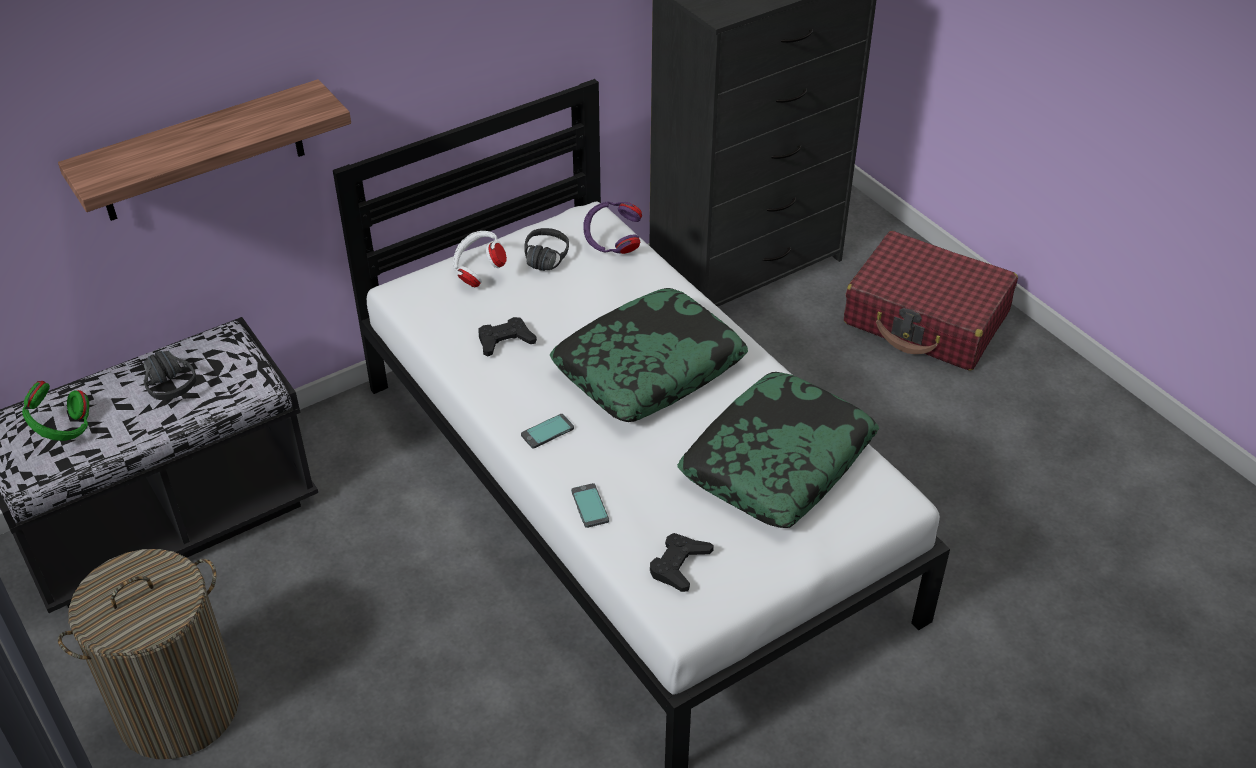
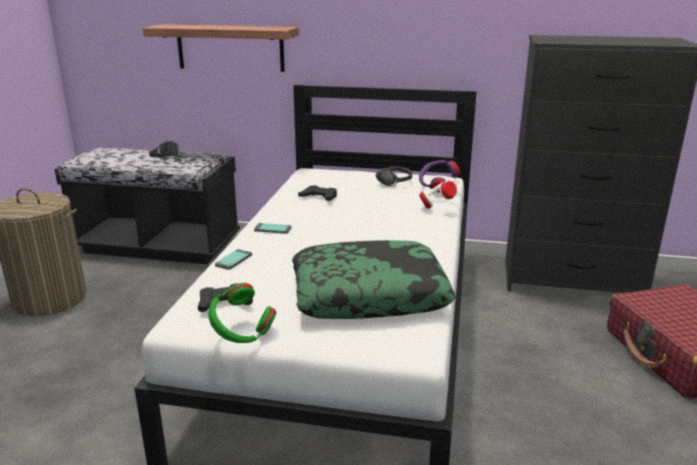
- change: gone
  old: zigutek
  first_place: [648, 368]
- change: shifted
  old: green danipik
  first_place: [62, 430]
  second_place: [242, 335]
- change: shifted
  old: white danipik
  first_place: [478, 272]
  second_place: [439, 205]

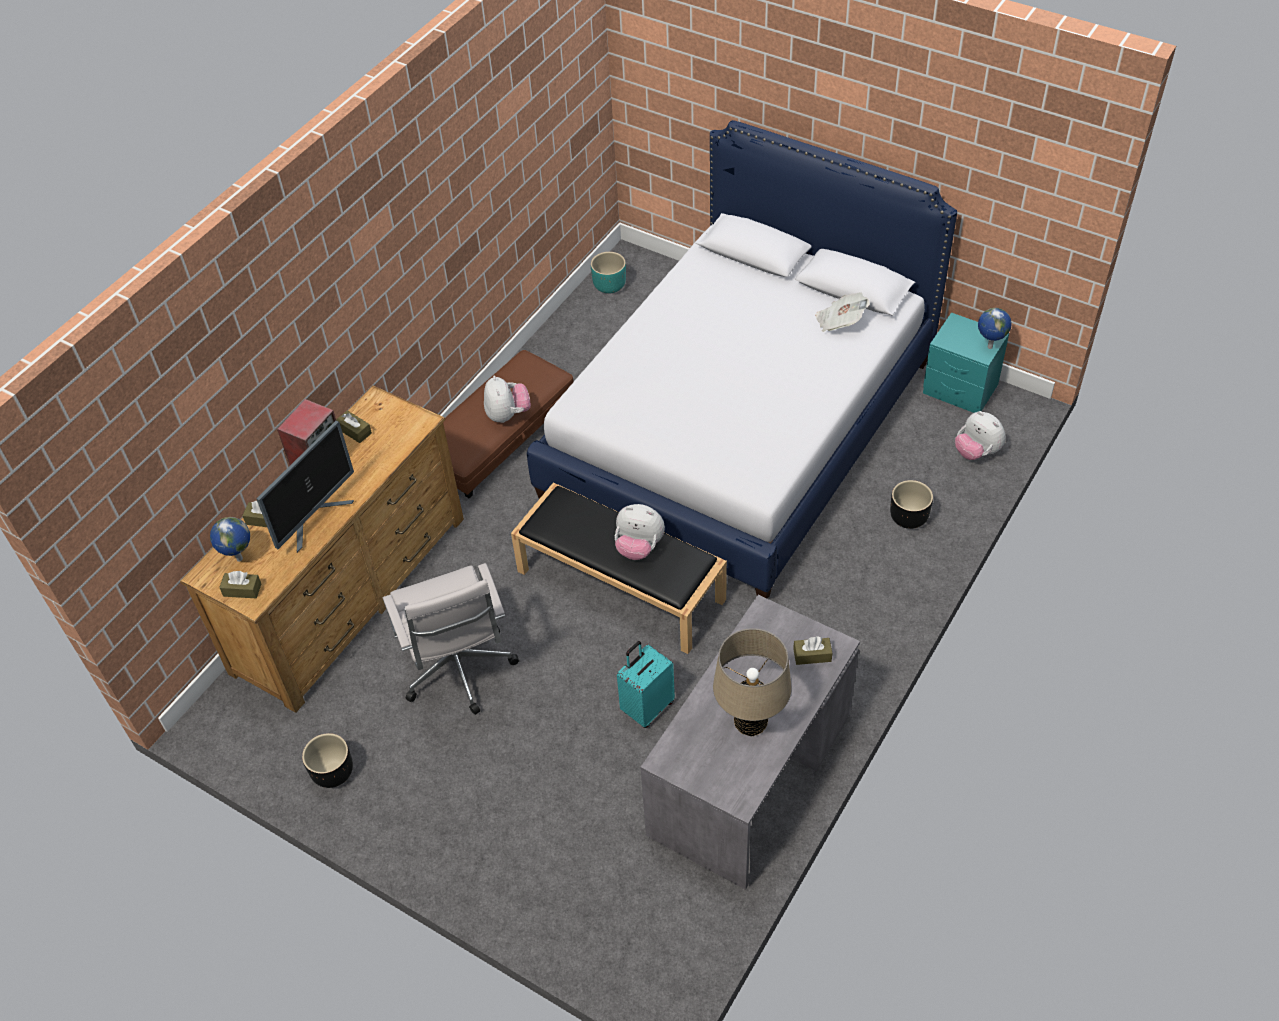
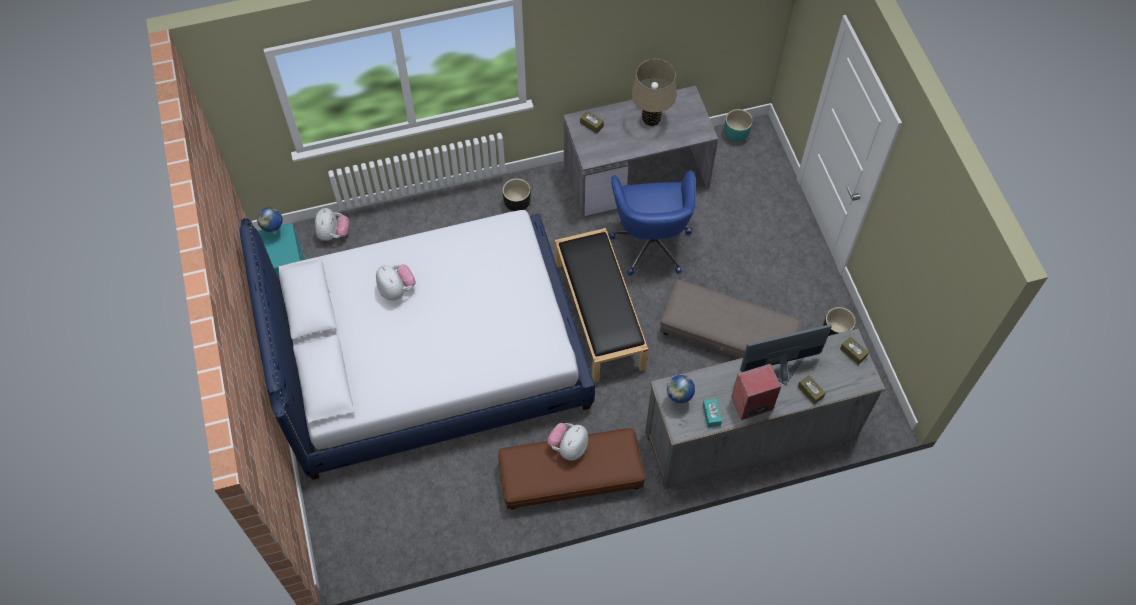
- change: gone
  old: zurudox
  first_place: [840, 322]
- change: shifted
  old: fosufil
  first_place: [238, 559]
  second_place: [679, 400]
- change: shifted
  old: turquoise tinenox
  first_place: [610, 286]
  second_place: [735, 134]
- change: shifted
  old: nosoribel
  first_place: [639, 547]
  second_place: [397, 290]
- change: shifted
  old: black tinenox
  first_place: [909, 518]
  second_place: [517, 203]
- change: swapped
  old: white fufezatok
  new: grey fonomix
  first_place: [460, 672]
  second_place: [728, 335]
- change: swapped
  old: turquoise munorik
  new: blue fufezatok
  first_place: [647, 707]
  second_place: [651, 242]
- change: repainted
  old: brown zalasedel
  new: grey zalasedel
  first_place: [350, 594]
  second_place: [750, 434]
- change: repainted
  old: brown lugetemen
  new: turquoise lugetemen
  first_place: [354, 431]
  second_place: [711, 415]

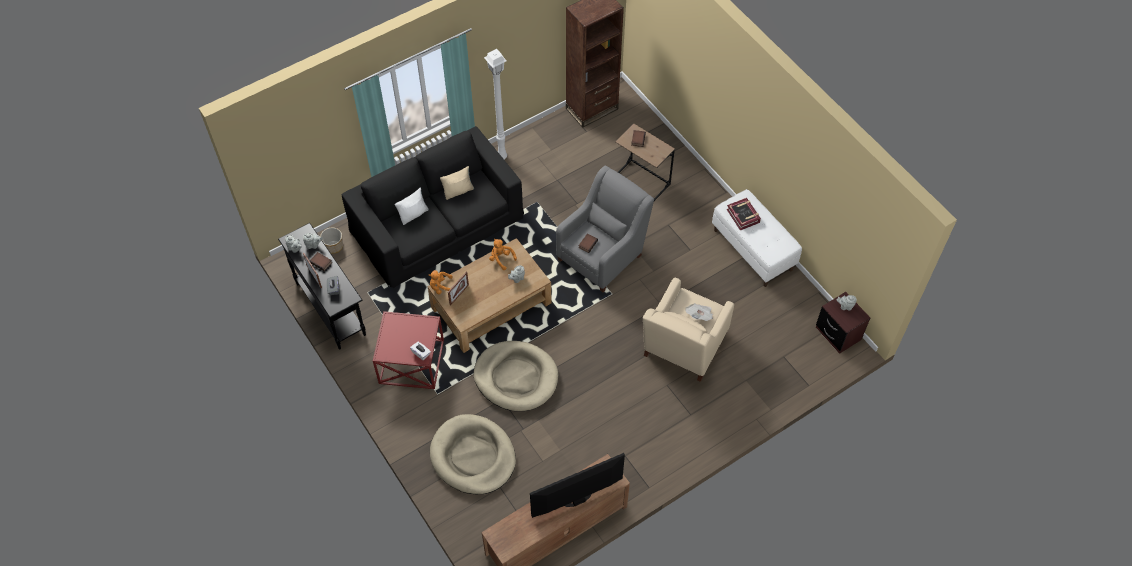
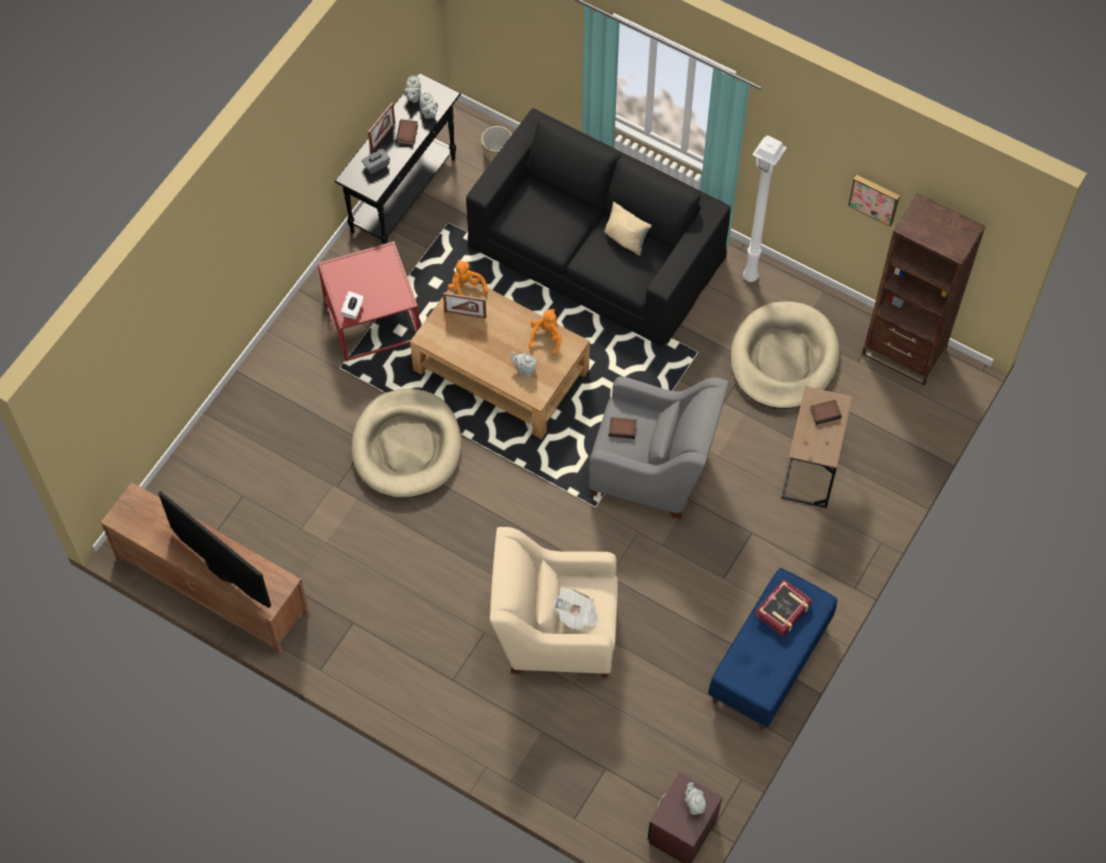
- change: gone
  old: white zigutek
  first_place: [413, 214]
- change: new
  new: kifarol
  second_place: [874, 198]
- change: shifted
  old: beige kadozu
  first_place: [473, 456]
  second_place: [783, 359]
- change: repainted
  old: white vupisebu
  new: blue vupisebu
  first_place: [753, 250]
  second_place: [770, 663]

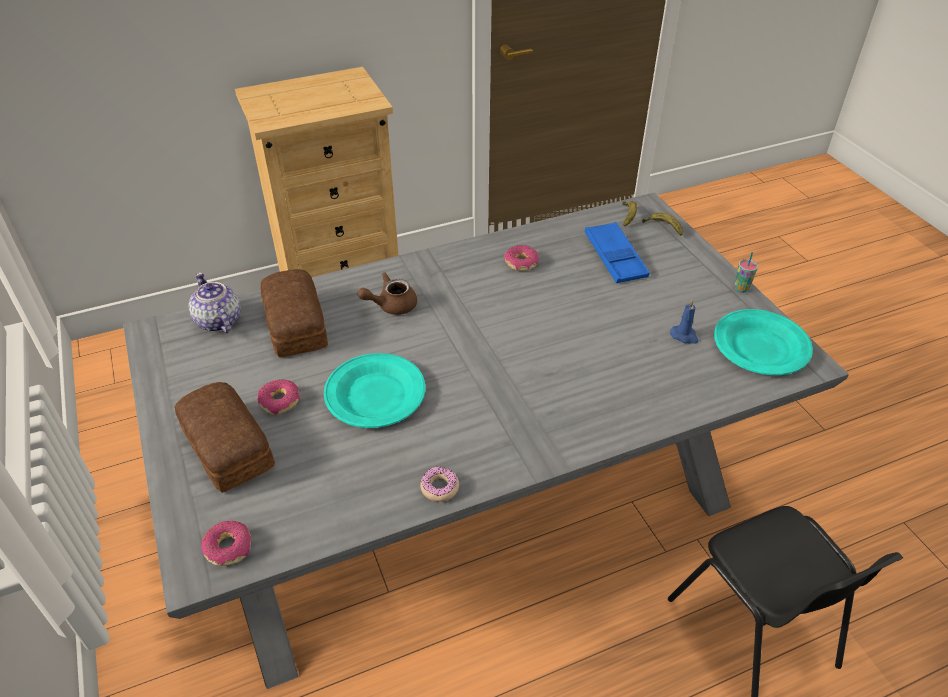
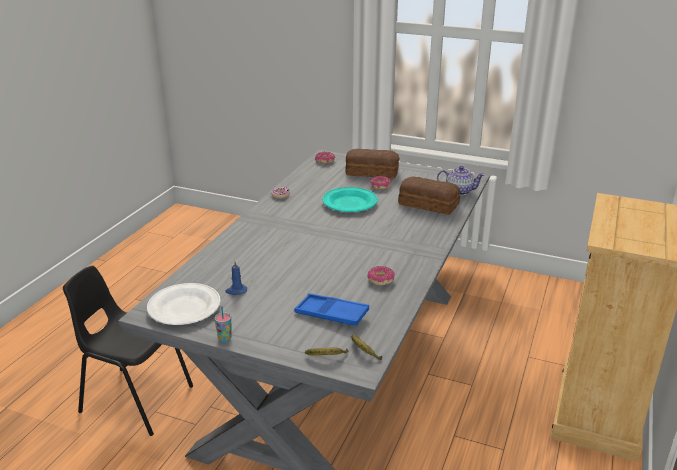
- change: gone
  old: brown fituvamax
  first_place: [391, 305]
- change: repainted
  old: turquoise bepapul
  new: white bepapul
  first_place: [760, 346]
  second_place: [185, 308]

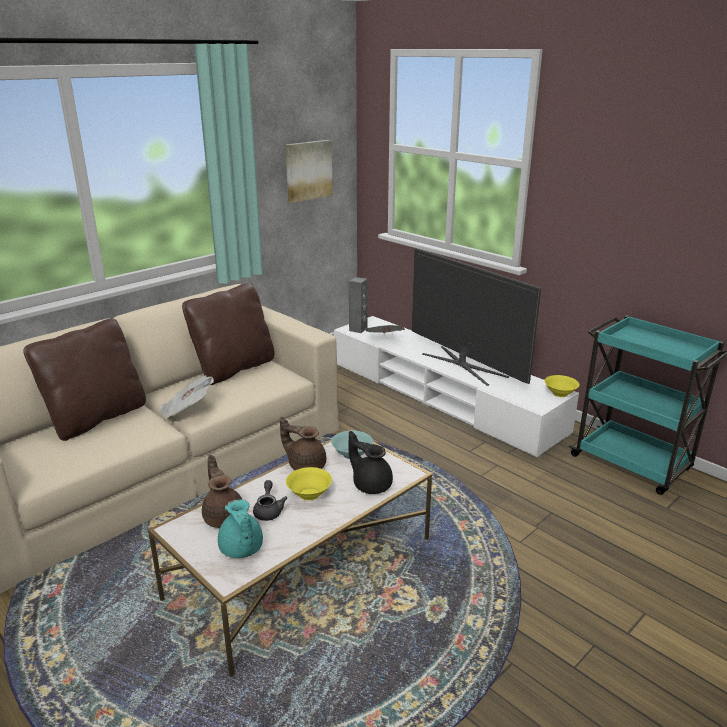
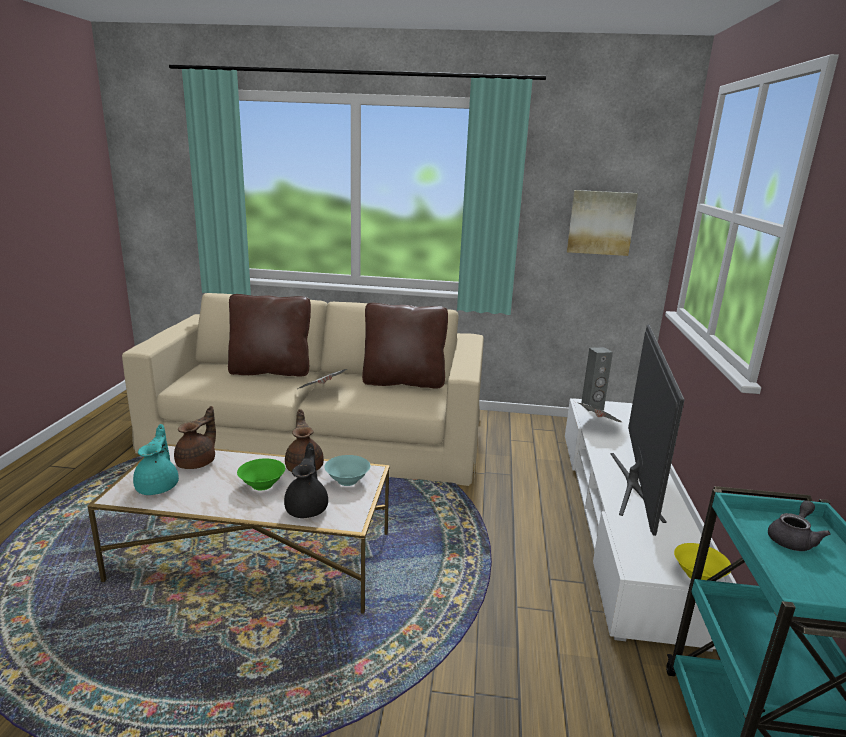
- change: shifted
  old: grey fituvamax
  first_place: [268, 510]
  second_place: [793, 539]
- change: repainted
  old: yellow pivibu
  new: green pivibu
  first_place: [309, 494]
  second_place: [261, 485]
- change: rotated
  old: turquoise fituvamax
  first_place: [241, 549]
  second_place: [158, 486]
  degrees: 150

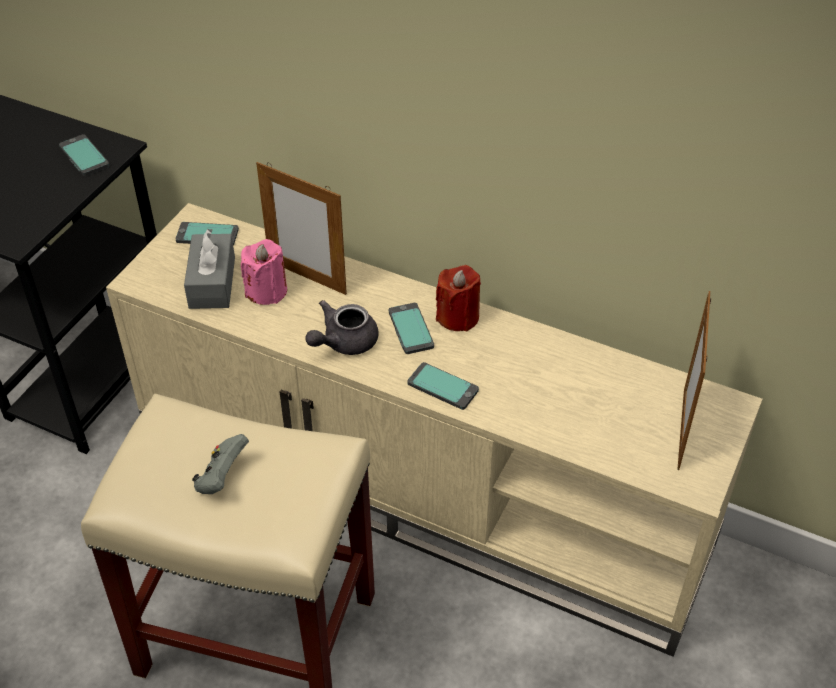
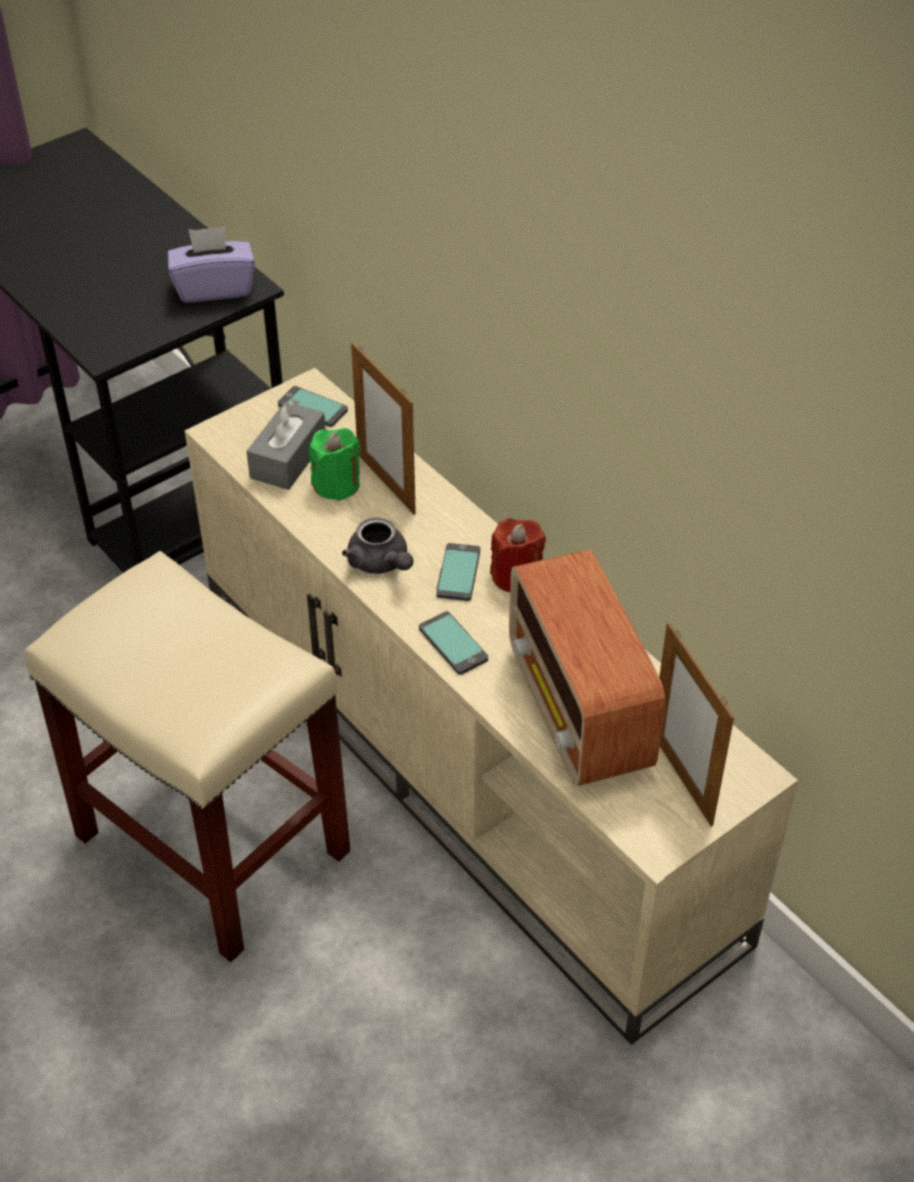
- change: gone
  old: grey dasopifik
  first_place: [222, 478]
- change: new
  new: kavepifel
  second_place: [579, 712]
- change: swapped
  old: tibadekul
  new: purple lugetemen
  first_place: [84, 156]
  second_place: [214, 288]
- change: repainted
  old: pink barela
  new: green barela
  first_place: [266, 291]
  second_place: [336, 485]
- change: rotated
  old: grey fituvamax
  first_place: [343, 342]
  second_place: [381, 563]
  degrees: -105
- change: rotated
  old: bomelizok
  first_place: [681, 428]
  second_place: [681, 778]
  degrees: -60

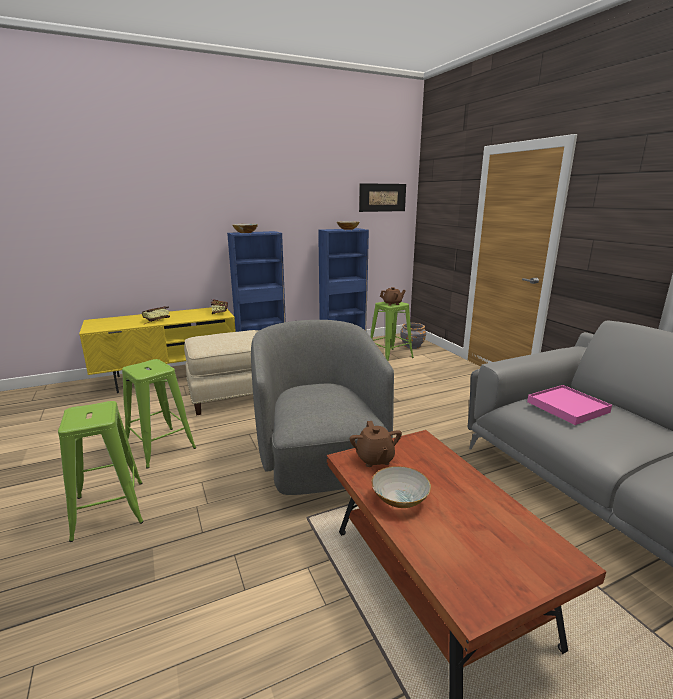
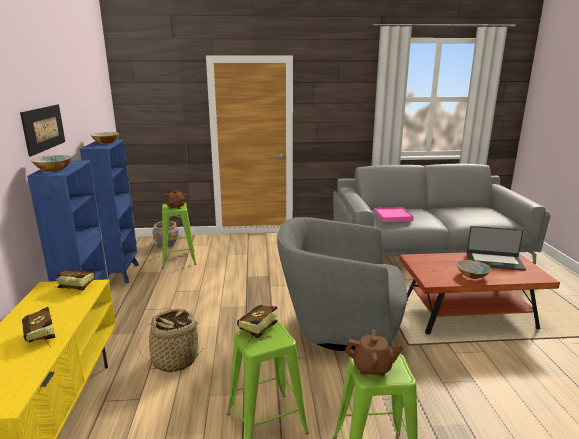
- change: new
  new: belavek
  second_place: [255, 331]
- change: new
  new: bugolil
  second_place: [494, 261]
- change: shifted
  old: brown fituvamax
  first_place: [375, 459]
  second_place: [372, 367]
- change: shifted
  old: kifarol
  first_place: [382, 197]
  second_place: [43, 128]
- change: swapped
  old: beige fonomix
  new: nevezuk
  first_place: [233, 394]
  second_place: [175, 360]

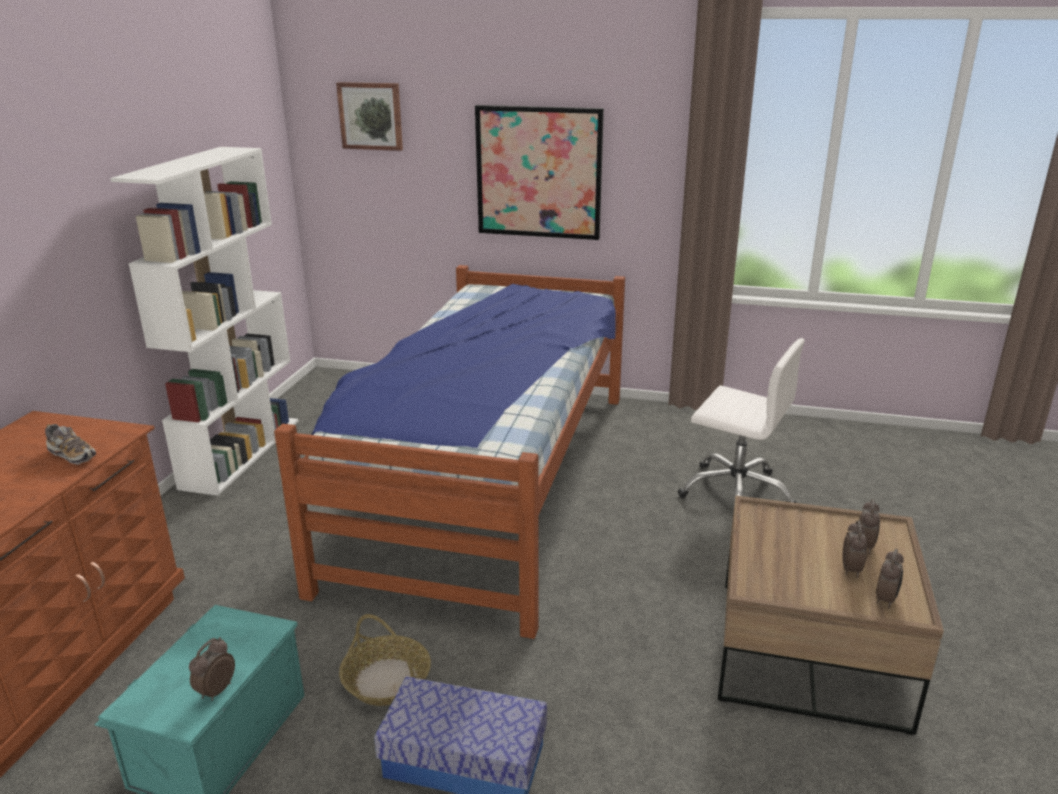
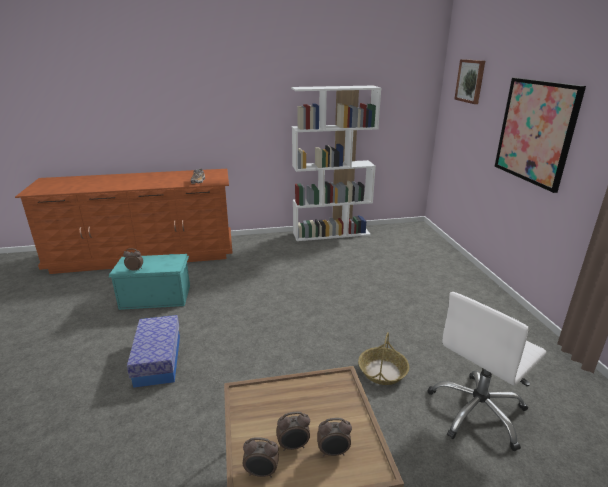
- change: gone
  old: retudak
  first_place: [488, 480]
- change: shifted
  old: nevezuk
  first_place: [386, 680]
  second_place: [382, 371]
- change: rotated
  old: white fufezatok
  first_place: [736, 492]
  second_place: [477, 411]
  degrees: 45

